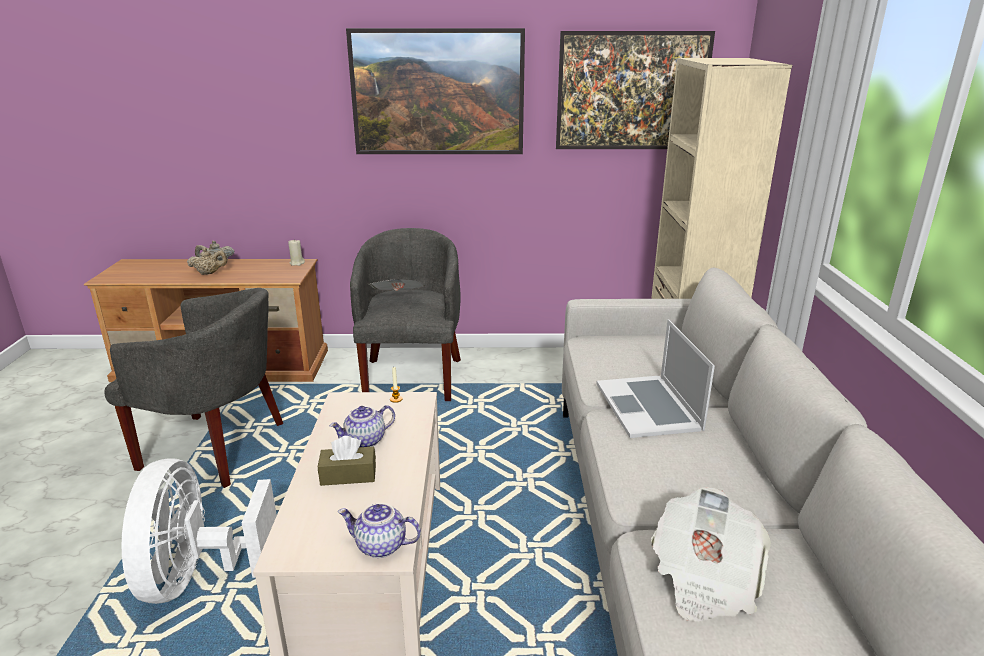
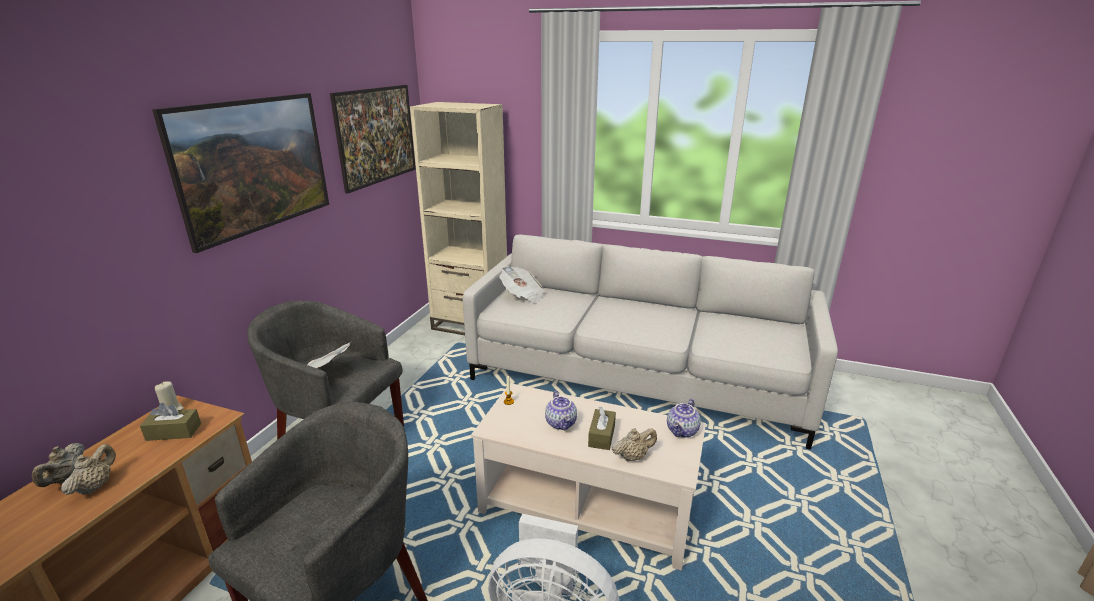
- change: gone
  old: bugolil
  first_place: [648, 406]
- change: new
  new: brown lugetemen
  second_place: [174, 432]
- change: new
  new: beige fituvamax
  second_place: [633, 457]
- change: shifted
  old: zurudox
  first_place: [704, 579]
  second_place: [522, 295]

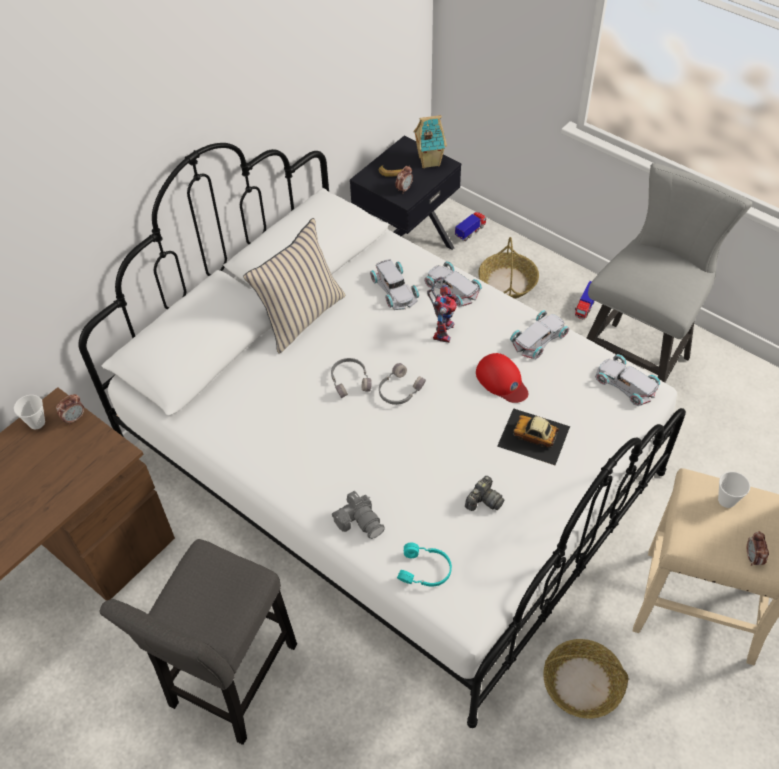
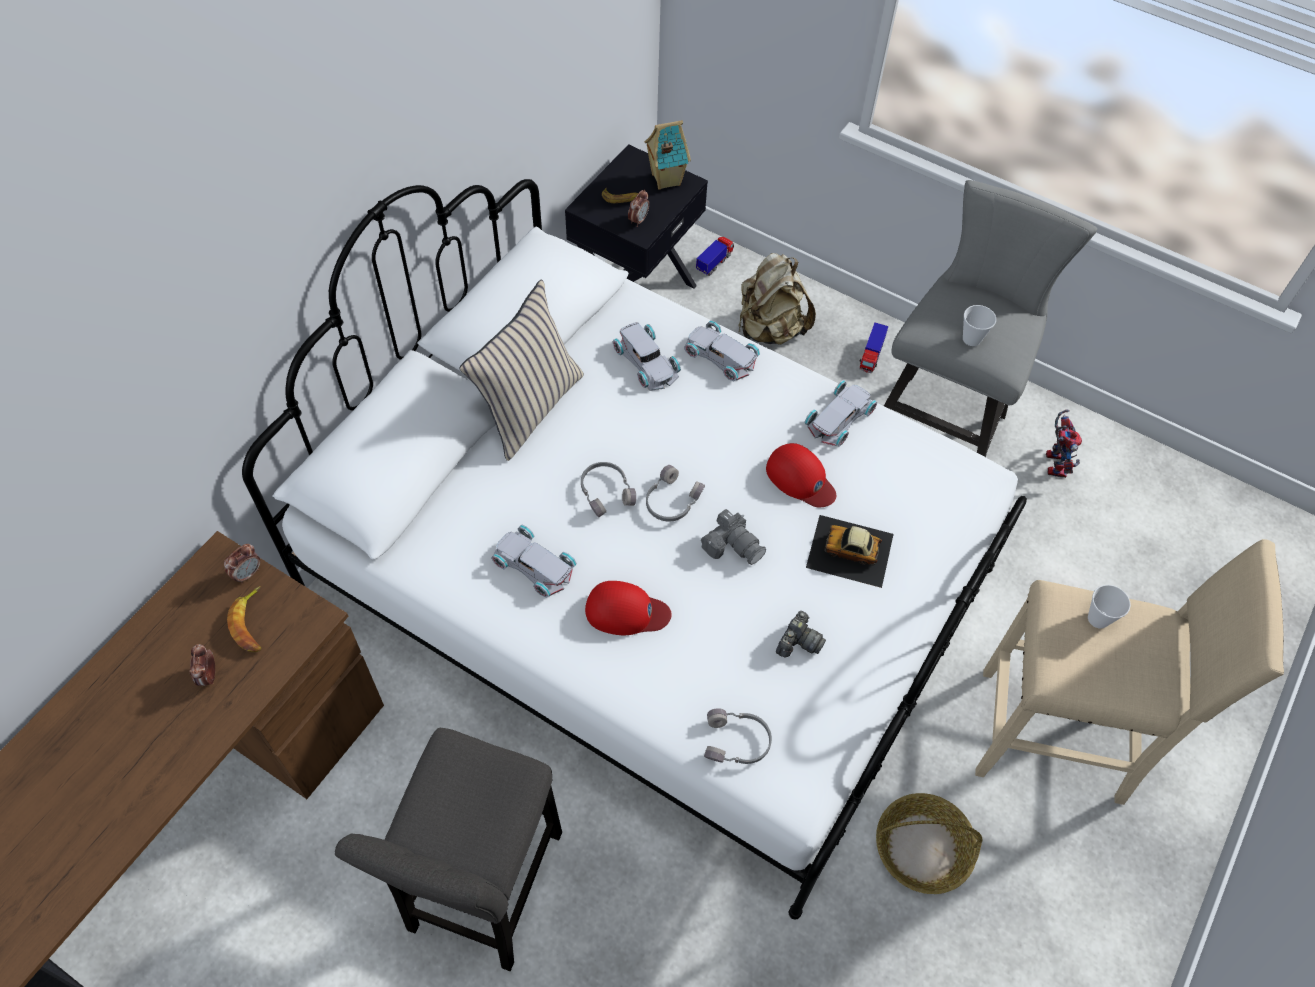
- change: new
  new: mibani
  second_place: [251, 624]
- change: new
  new: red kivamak
  second_place: [626, 611]
- change: shifted
  old: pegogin
  first_place: [37, 422]
  second_place: [971, 339]
- change: shifted
  old: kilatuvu
  first_place: [360, 521]
  second_place: [733, 545]
- change: shifted
  old: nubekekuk
  first_place: [441, 329]
  second_place: [1053, 461]
- change: shifted
  old: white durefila
  first_place: [626, 383]
  second_place: [534, 563]
- change: shifted
  old: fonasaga
  first_place: [753, 558]
  second_place: [209, 676]
- change: swapped
  old: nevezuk
  new: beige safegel
  first_place: [507, 282]
  second_place: [770, 329]
- change: repainted
  old: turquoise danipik
  new: grey danipik
  first_place: [425, 570]
  second_place: [737, 742]

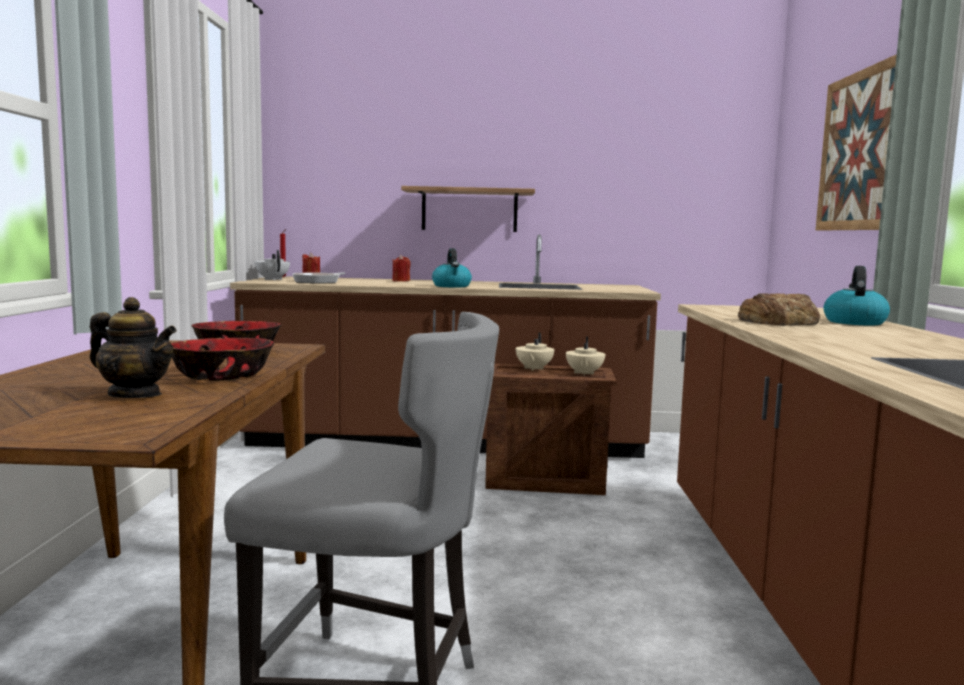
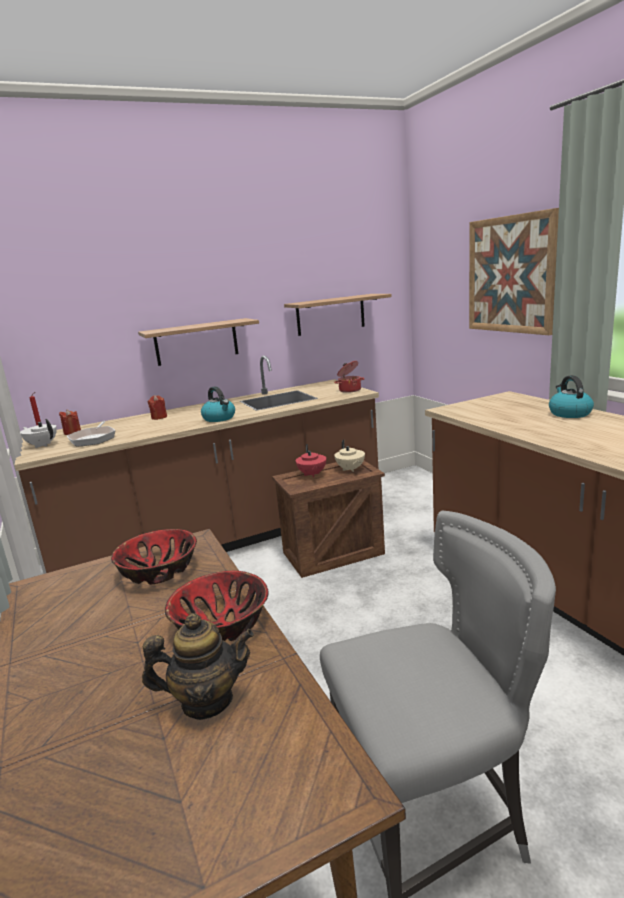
- change: gone
  old: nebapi
  first_place: [779, 321]
- change: new
  new: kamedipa
  second_place: [330, 314]
- change: new
  new: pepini
  second_place: [349, 390]
- change: repainted
  old: beige fituvamax
  new: red fituvamax
  first_place: [533, 369]
  second_place: [312, 474]

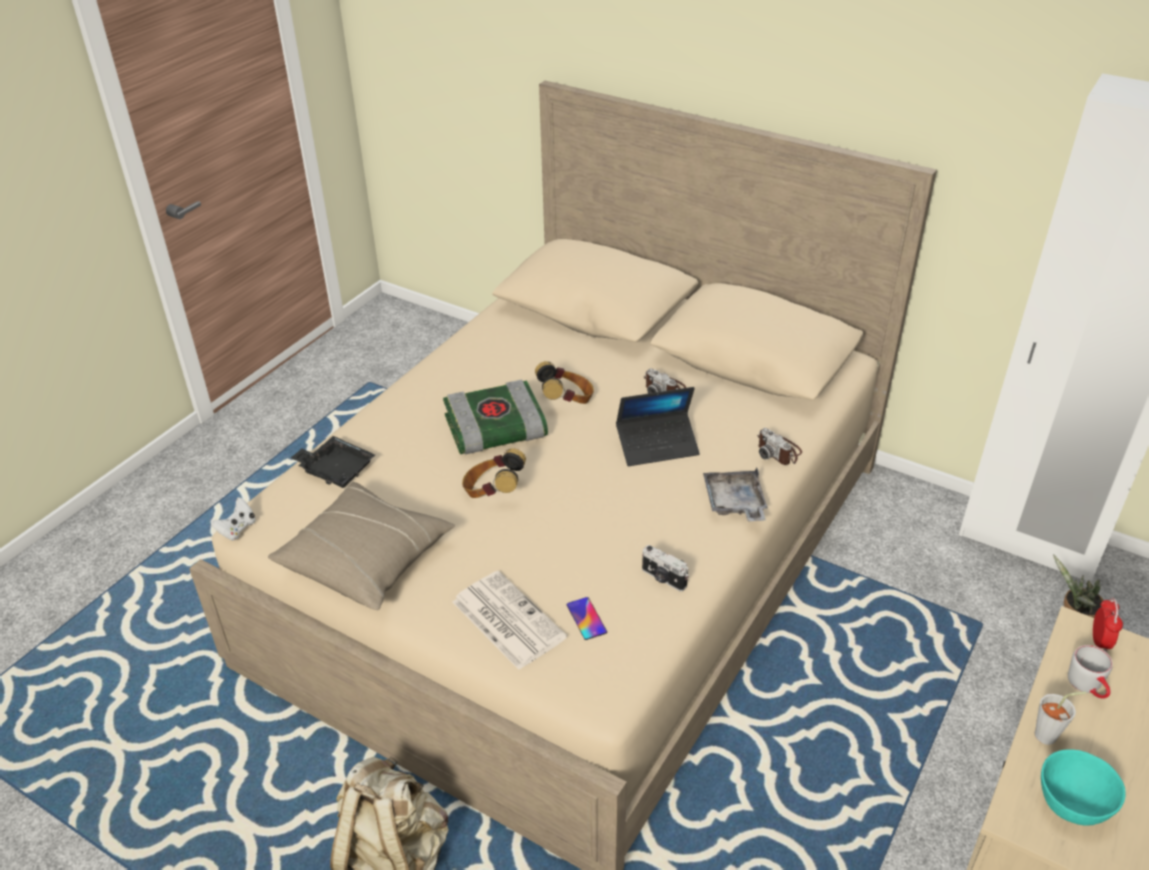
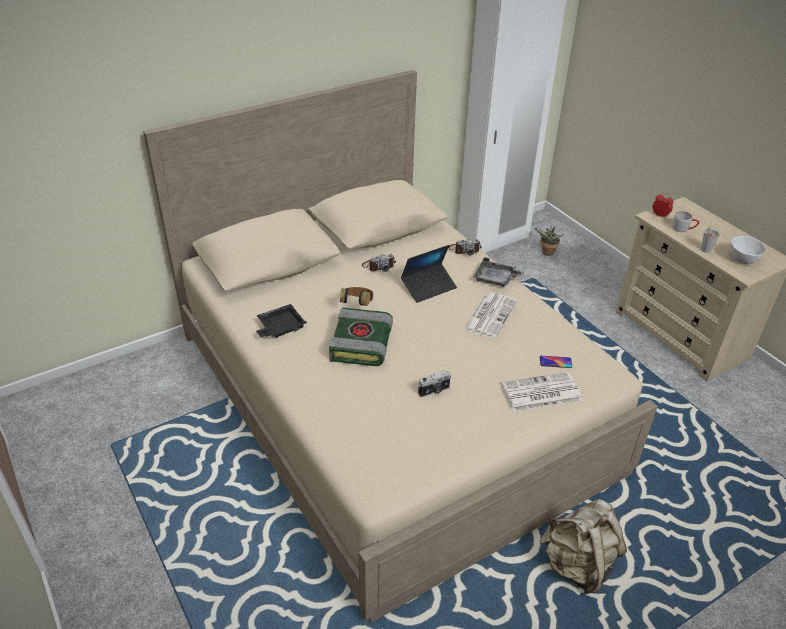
- change: gone
  old: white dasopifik
  first_place: [237, 529]
- change: gone
  old: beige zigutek
  first_place: [366, 560]
- change: gone
  old: danipik
  first_place: [493, 492]
- change: new
  new: zurudox
  second_place: [490, 315]
- change: shifted
  old: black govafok
  first_place: [336, 469]
  second_place: [280, 327]
- change: shifted
  old: kilatuvu
  first_place: [663, 579]
  second_place: [434, 391]
- change: repainted
  old: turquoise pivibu
  new: white pivibu
  first_place: [1072, 806]
  second_place: [743, 260]
- change: rotated
  old: bugolil
  first_place: [657, 445]
  second_place: [428, 287]
  degrees: 45

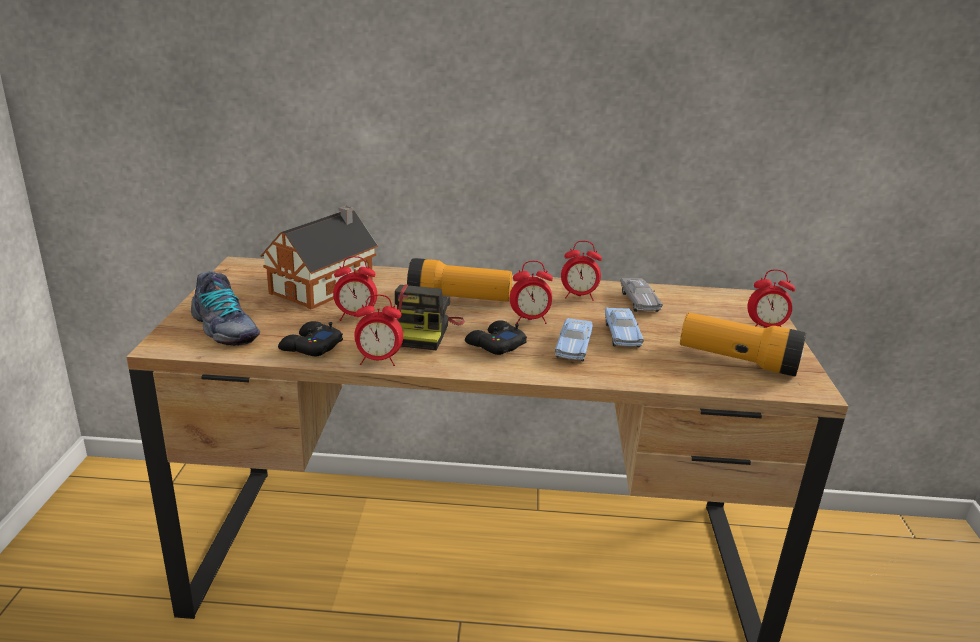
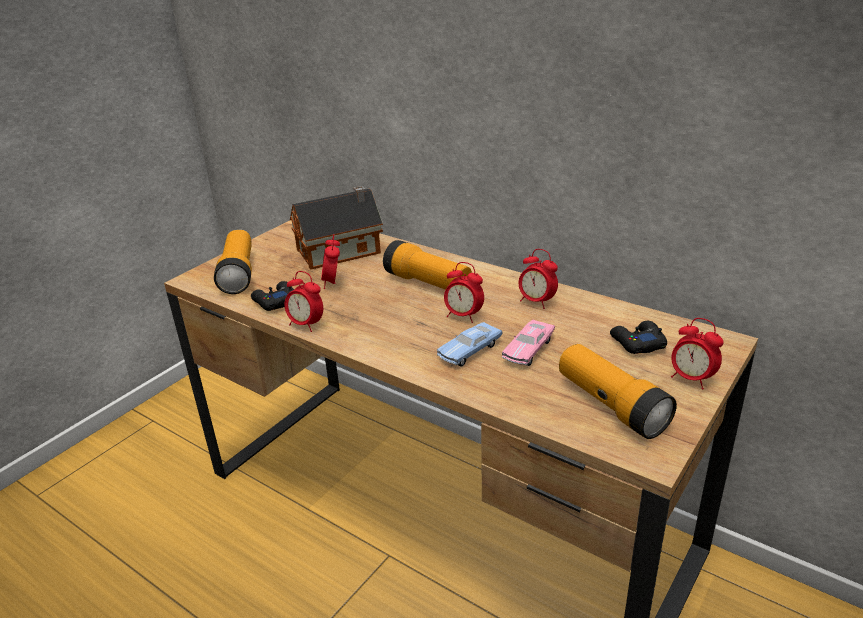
- change: gone
  old: kilatuvu
  first_place: [425, 331]
- change: gone
  old: grey durefila
  first_place: [639, 302]
- change: shifted
  old: black dasopifik
  first_place: [495, 345]
  second_place: [637, 343]
- change: swapped
  old: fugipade
  new: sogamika
  first_place: [224, 328]
  second_place: [238, 274]
- change: repainted
  old: blue durefila
  new: pink durefila
  first_place: [621, 335]
  second_place: [528, 349]
- change: rotated
  old: fonasaga
  first_place: [355, 317]
  second_place: [333, 283]
  degrees: 60

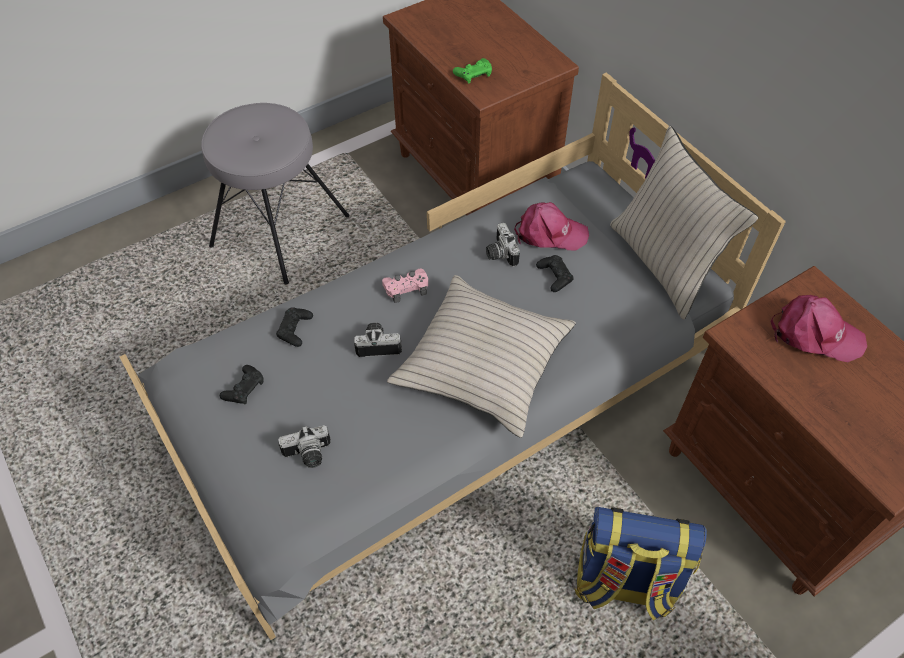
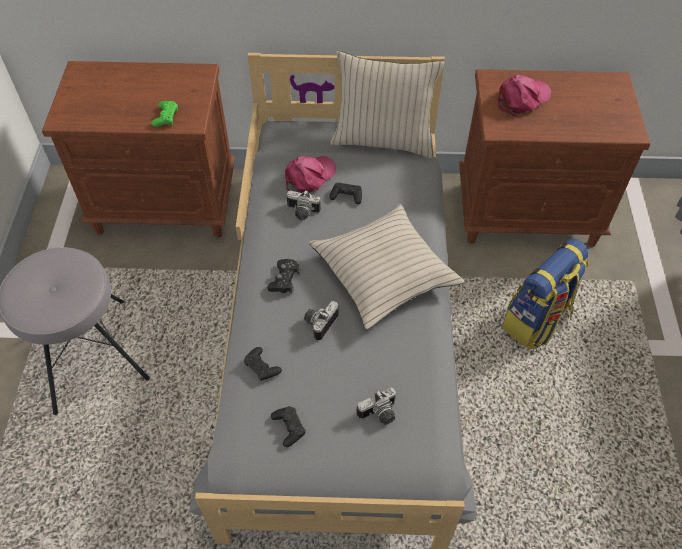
- change: repainted
  old: pink dasopifik
  new: black dasopifik
  first_place: [406, 288]
  second_place: [284, 279]
- change: rotated
  old: kilatuvu
  first_place: [308, 455]
  second_place: [379, 414]
  degrees: 45

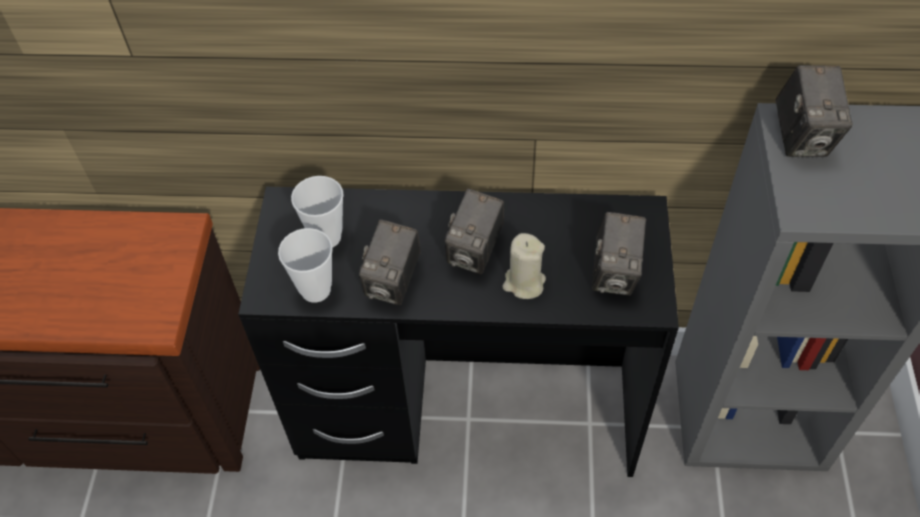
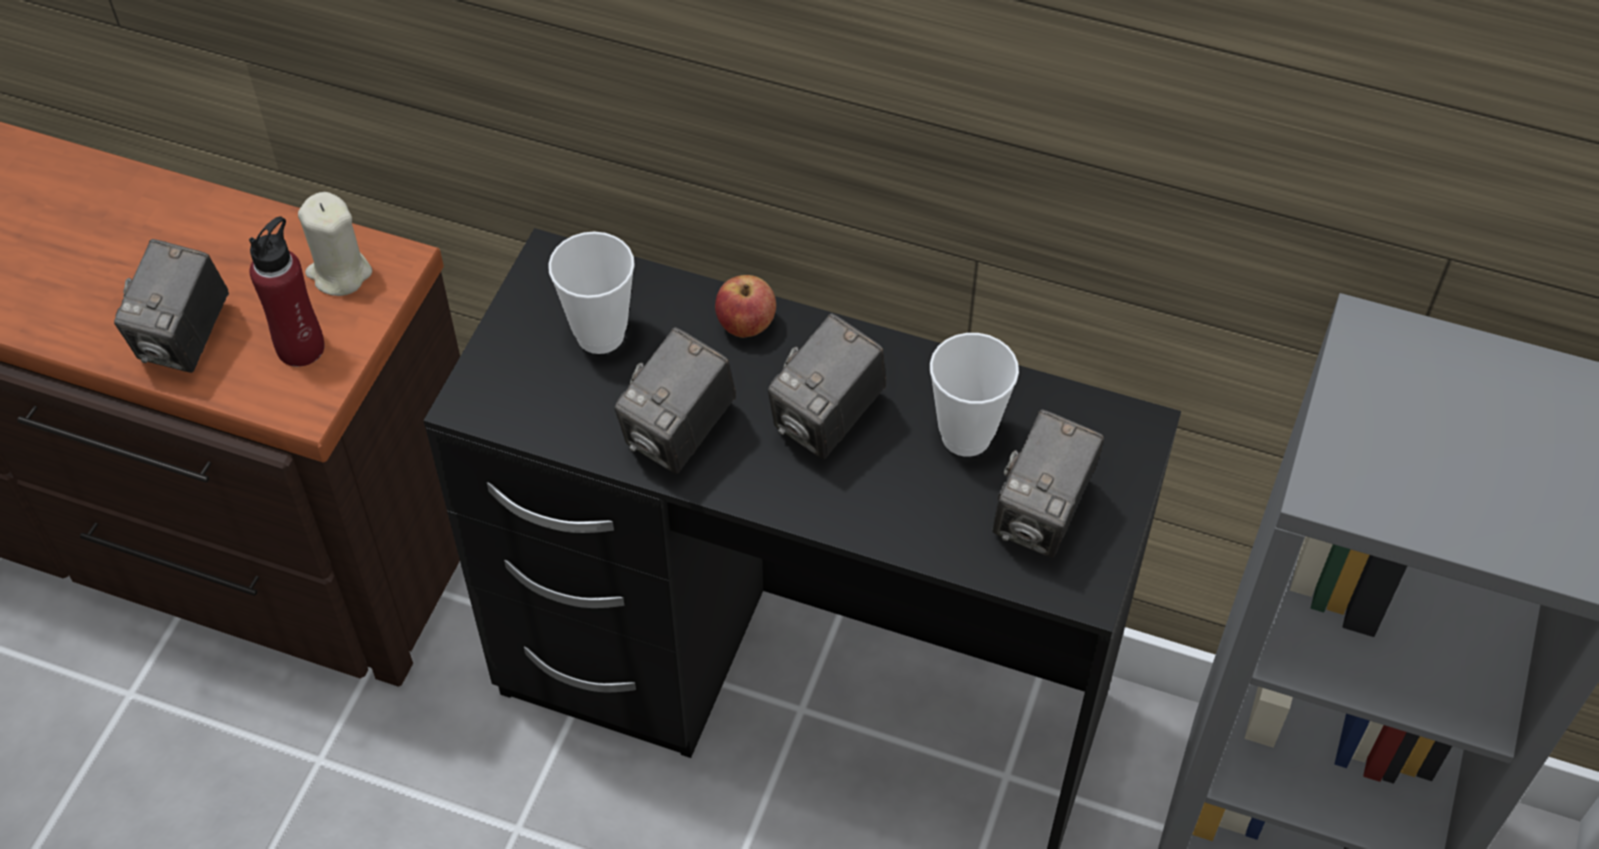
- change: new
  new: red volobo
  second_place: [301, 347]
- change: new
  new: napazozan
  second_place: [746, 325]
- change: shifted
  old: pegogin
  first_place: [315, 290]
  second_place: [966, 436]
- change: shifted
  old: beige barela
  first_place: [524, 283]
  second_place: [339, 273]
- change: shifted
  old: kilatuvu
  first_place: [802, 137]
  second_place: [186, 339]

